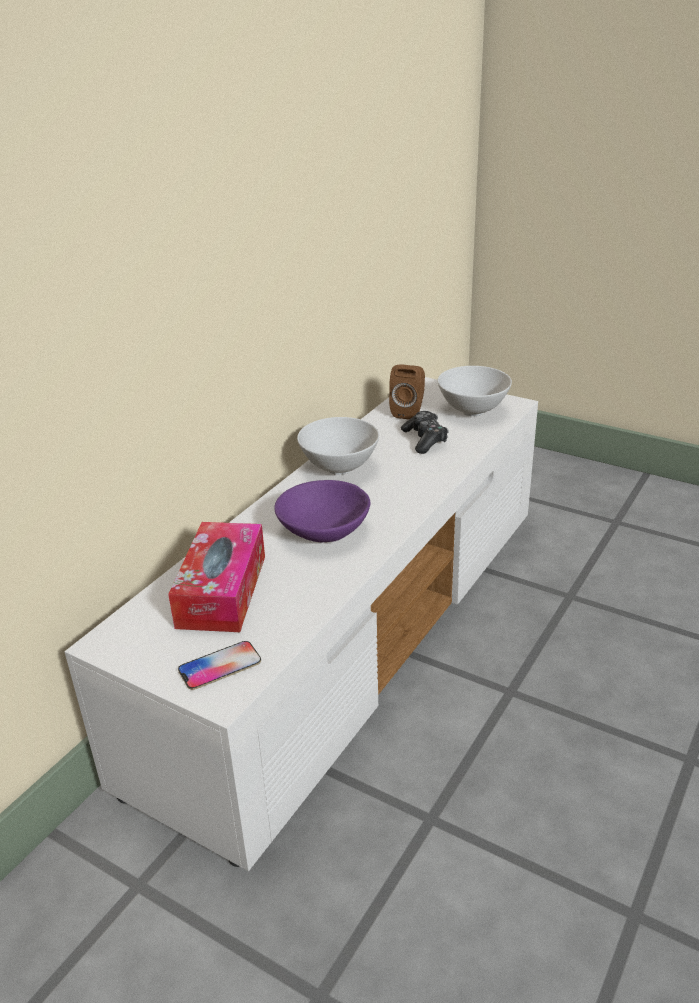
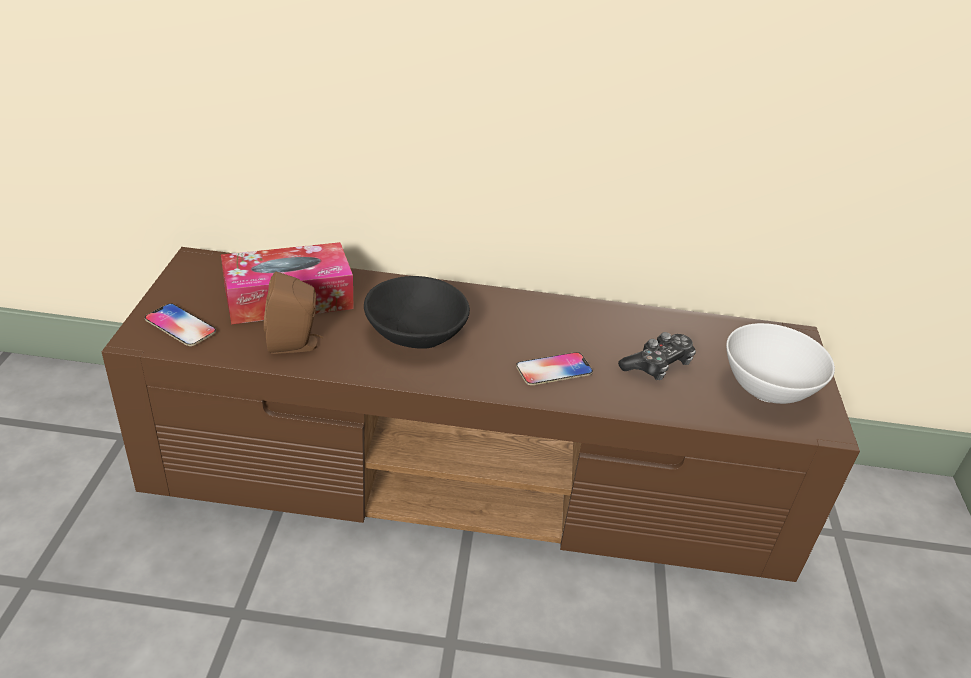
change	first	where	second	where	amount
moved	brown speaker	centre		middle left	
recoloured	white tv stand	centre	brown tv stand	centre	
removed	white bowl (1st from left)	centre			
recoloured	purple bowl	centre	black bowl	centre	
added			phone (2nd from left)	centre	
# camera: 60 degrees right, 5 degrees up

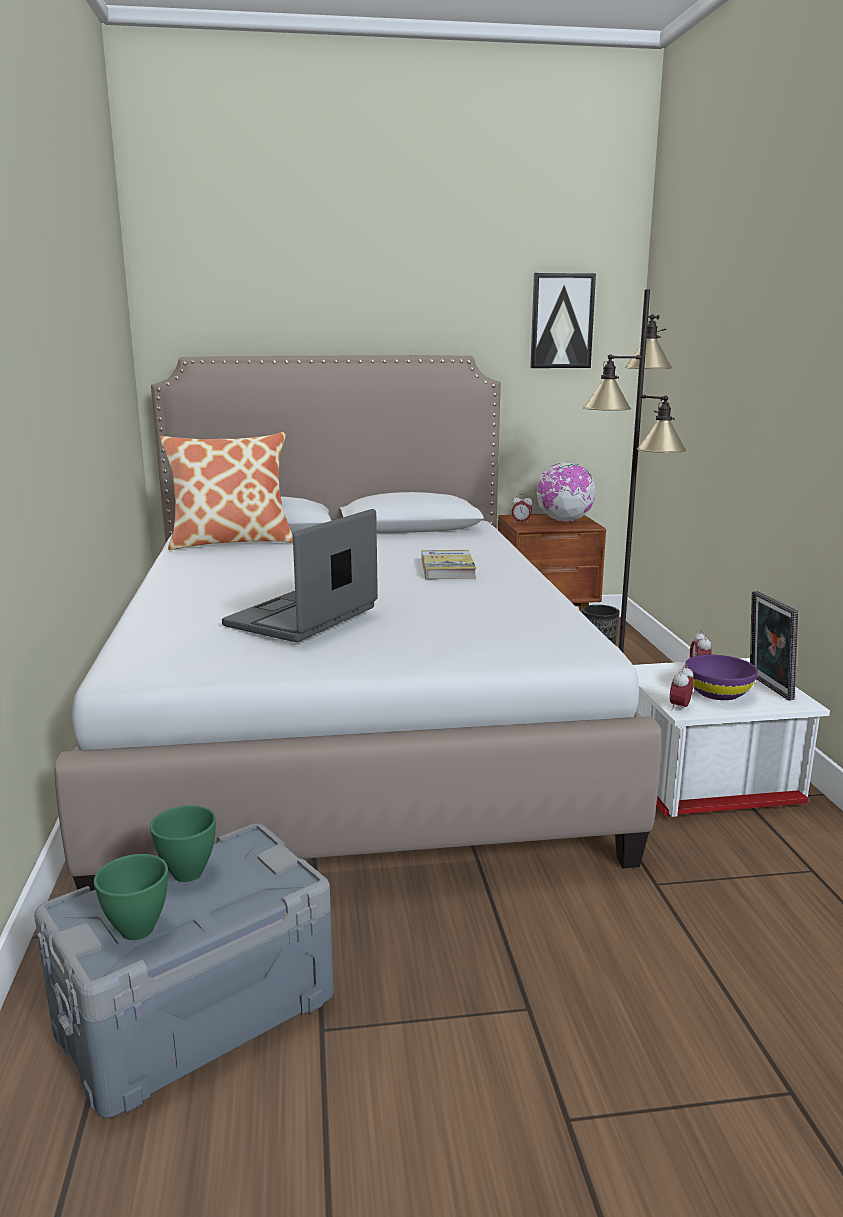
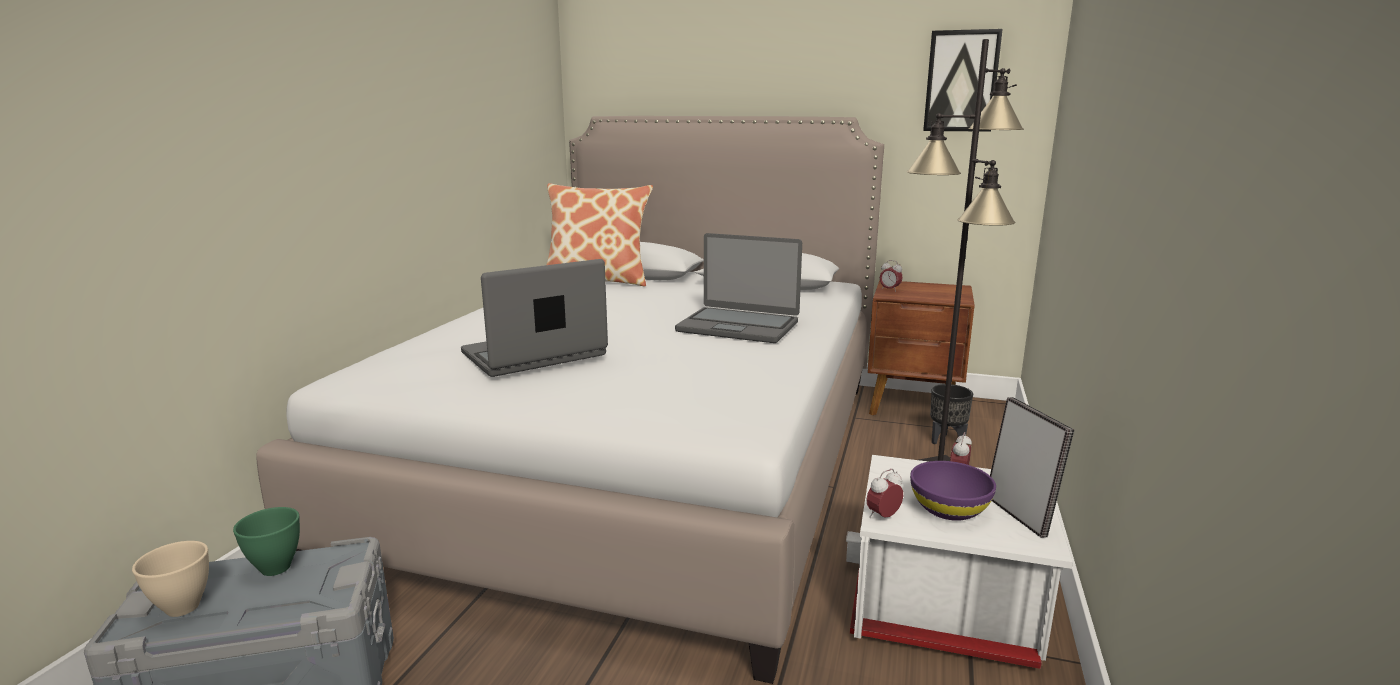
change	first	where	second	where	amount
removed	globe	middle right			
replaced	book	centre	laptop (2nd from left)	centre	
turned	picture frame	middle right		bottom right	150 degrees clockwise
recoloured	green bowl (1st from left)	bottom left	beige bowl	bottom left	
# camera: 25 degrees right, 0 degrees up

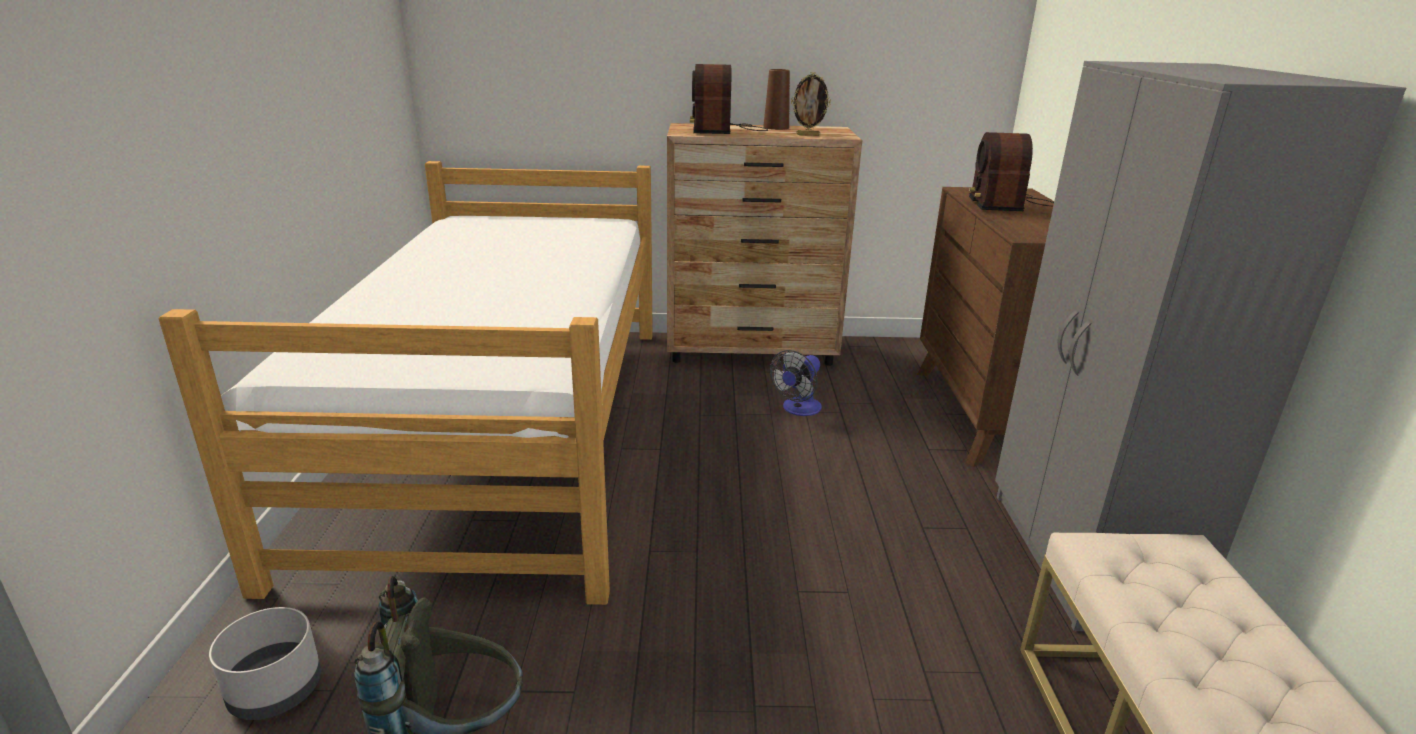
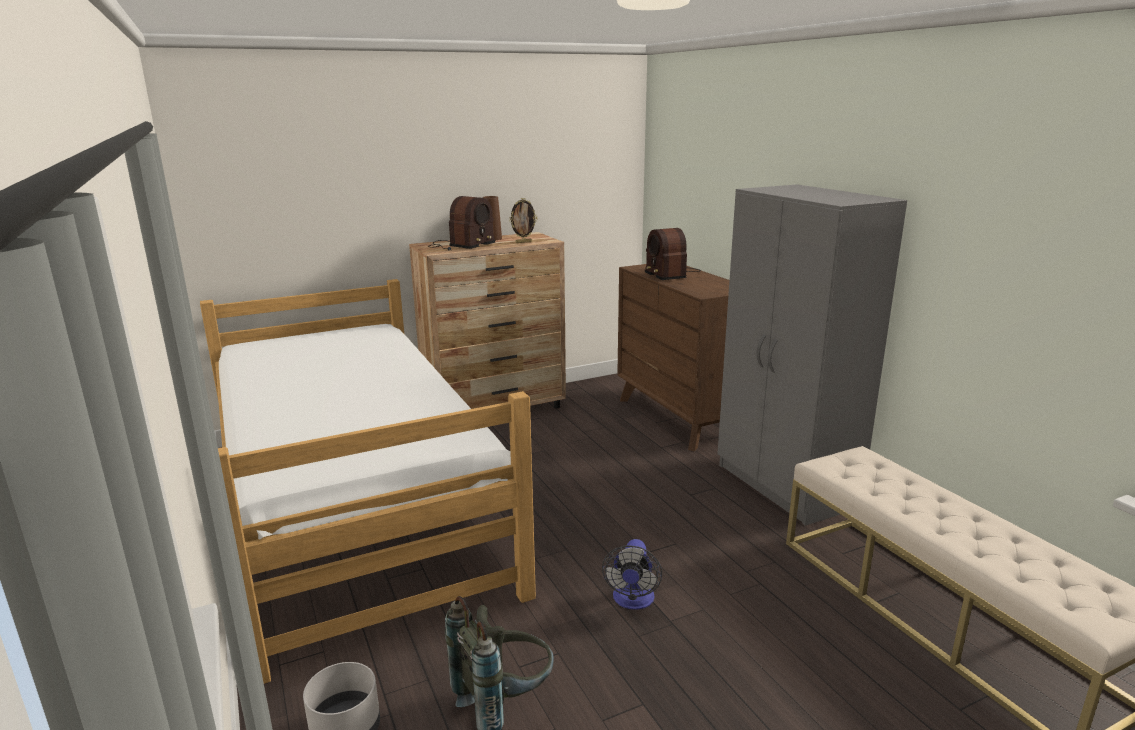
change	first	where	second	where	amount
turned	radio (1st from left)	top centre		top centre	120 degrees counterclockwise
moved	fan	centre		bottom centre	
# camera: 25 degrees left, 5 degrees down

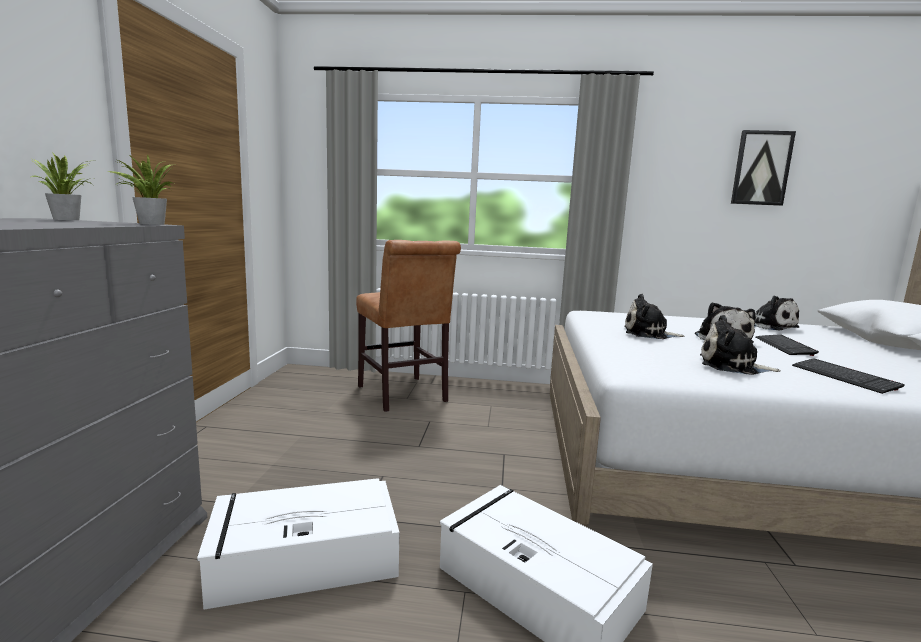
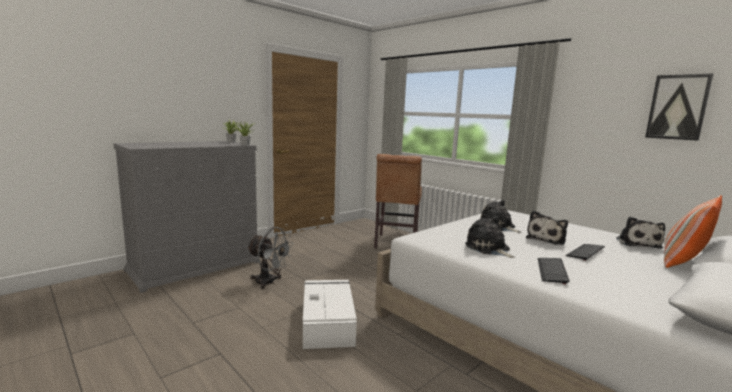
change	first	where	second	where	amount
replaced	white storage box (1st from left)	bottom left	grey fan	centre	
added			pillow	middle right	
# camera: 40 degrees right, 0 degrees up

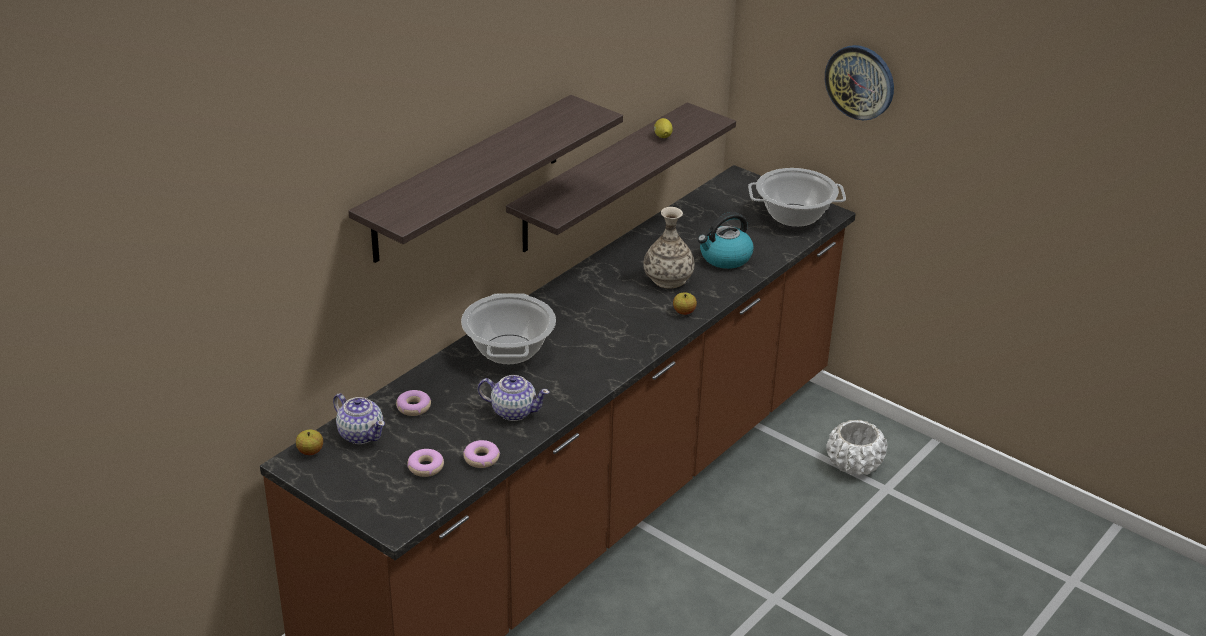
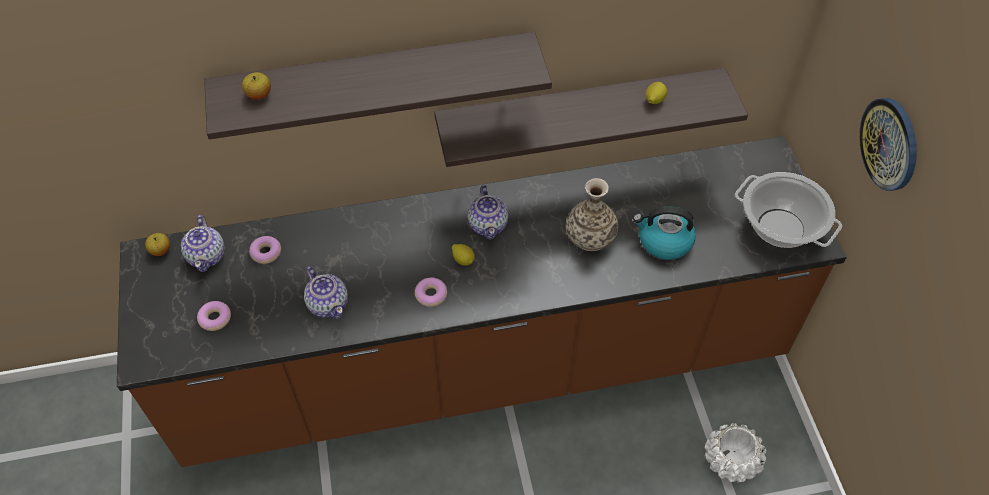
change	first	where	second	where	amount
moved	apple (2nd from left)	centre		top left	
removed	cooking pot (1st from left)	centre			
moved	donut (3rd from left)	bottom centre		centre	
added			teapot (3rd from left)	centre	
added			lemon (1st from left)	centre	
# camera: 40 degrees right, 20 degrees up

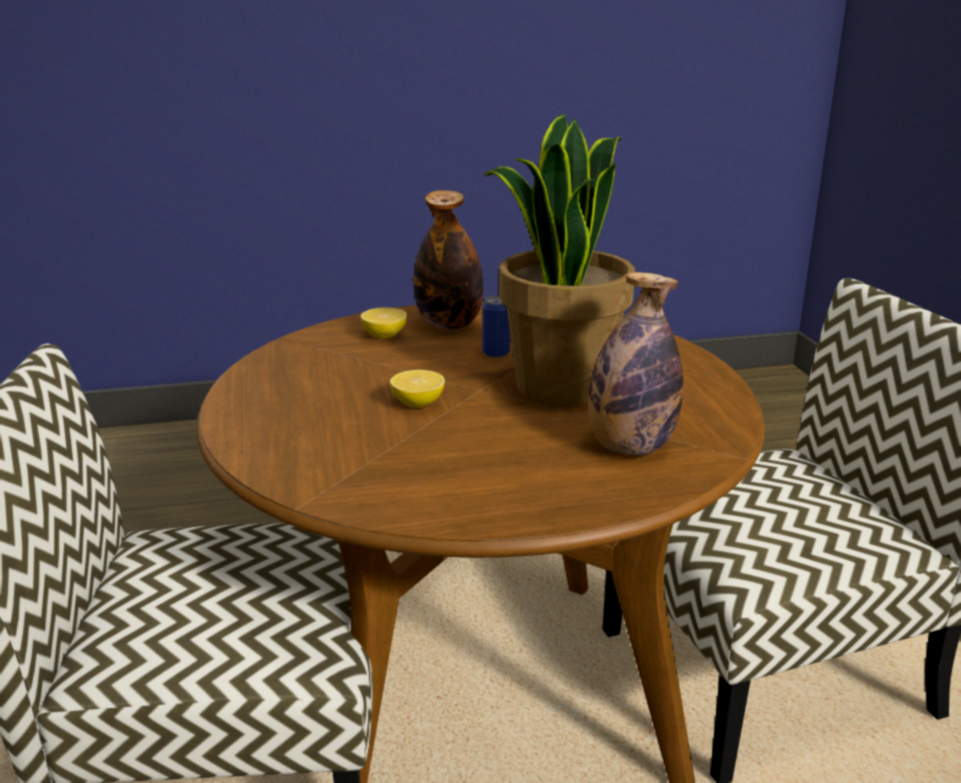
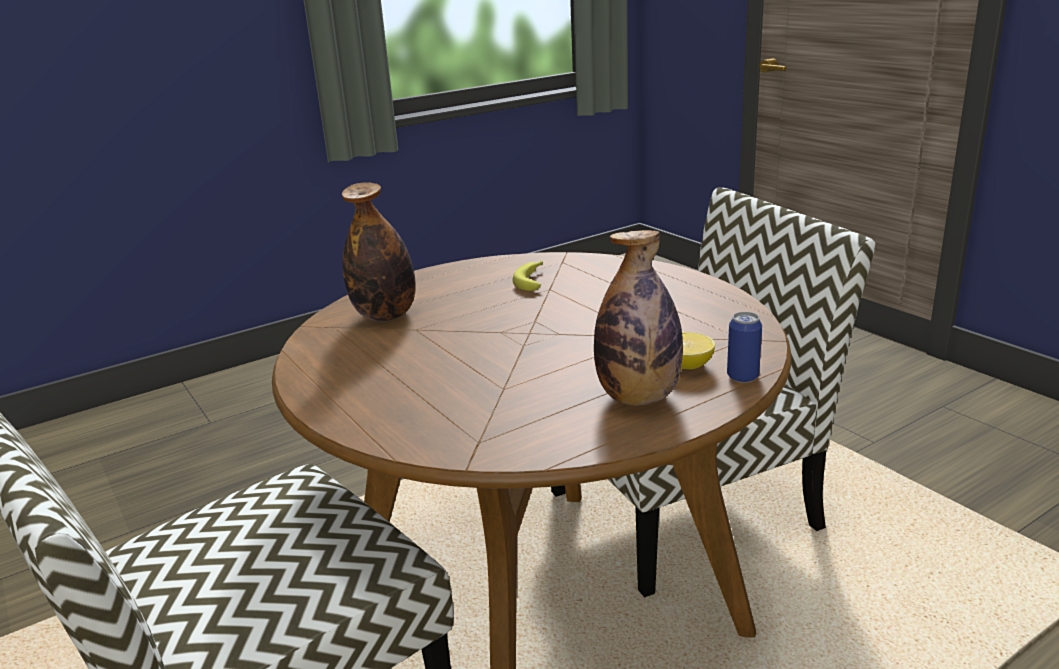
change	first	where	second	where	amount
removed	potted plant	top centre			
moved	can	centre		middle right	
removed	lemon (2nd from left)	centre			
added			banana	centre	
# camera: 160 degrees right, 0 degrees up

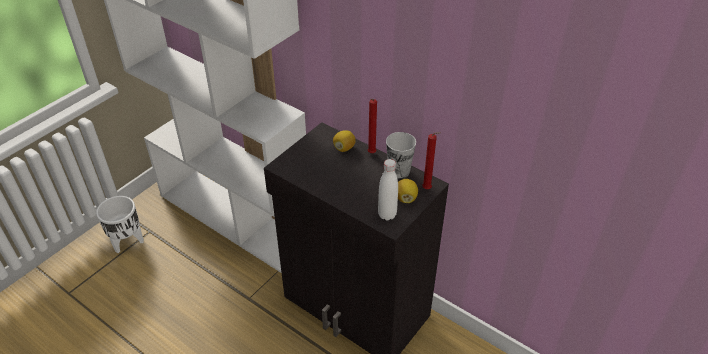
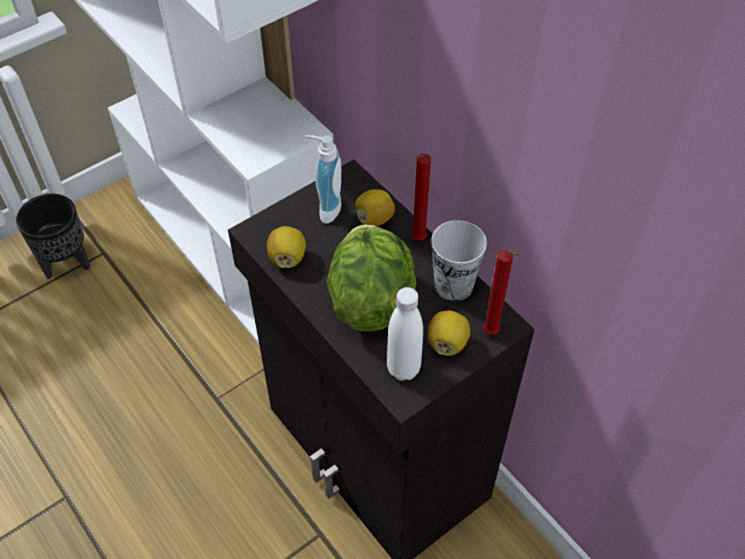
change	first	where	second	where	amount
recoloured	white planter	middle left	black planter	middle left	
added			soap dispenser	top centre	
added			lettuce	centre	
added			lemon (1st from left)	centre	
# camera: 15 degrees right, 10 degrees up

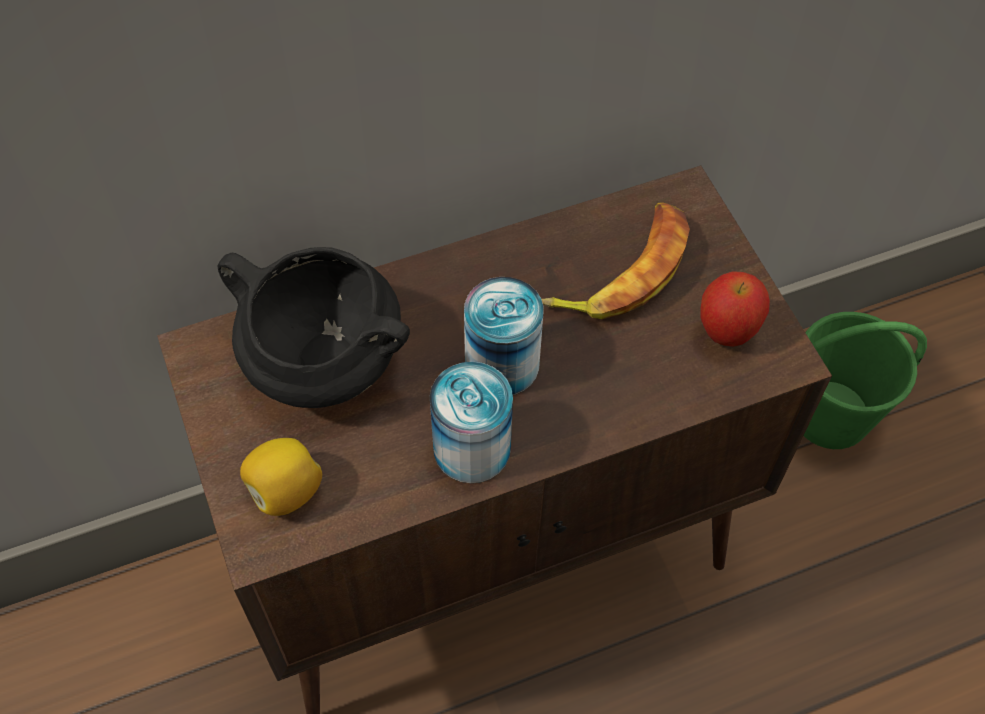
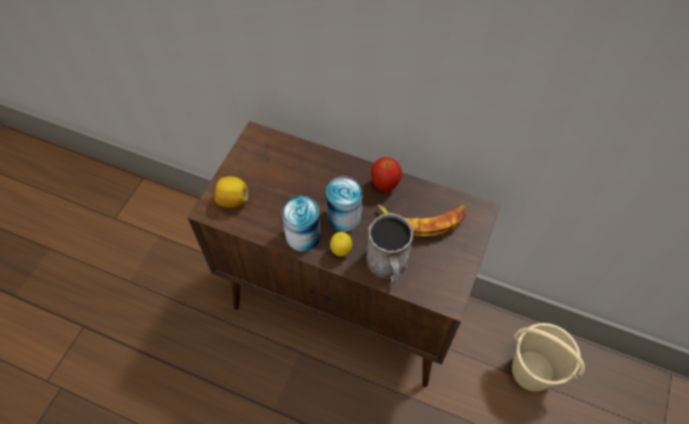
change	first	where	second	where	amount
removed	black cooking pot	middle left			
moved	apple	middle right		centre	
recoloured	green bucket	middle right	beige bucket	bottom right	
added			grey mug	centre	
added			lemon (2nd from left)	centre	
# camera: 45 degrees right, 0 degrees up

